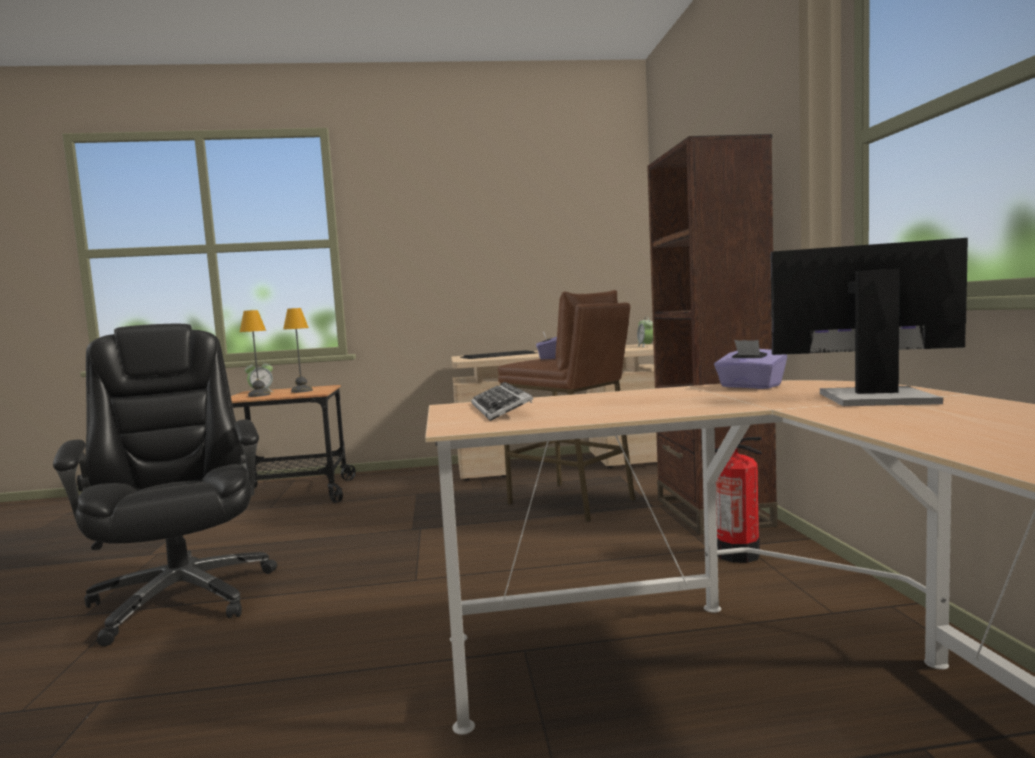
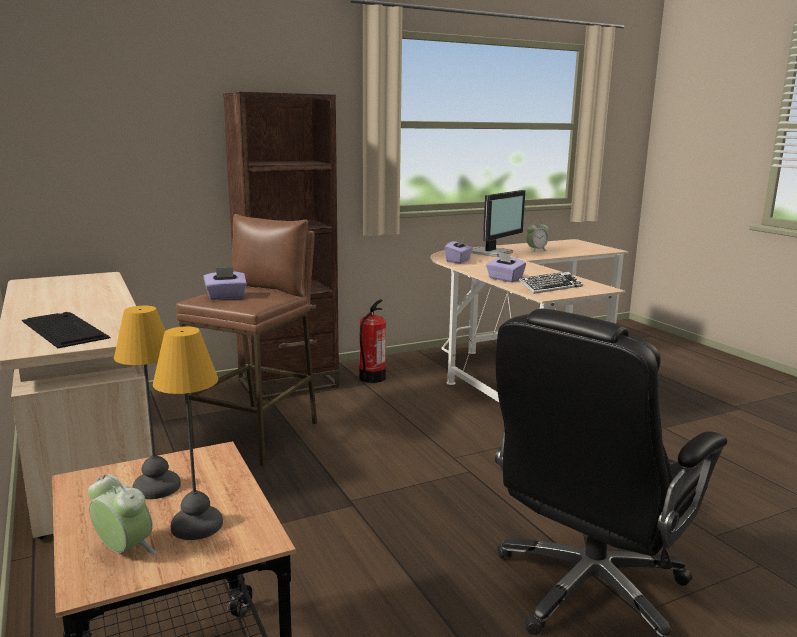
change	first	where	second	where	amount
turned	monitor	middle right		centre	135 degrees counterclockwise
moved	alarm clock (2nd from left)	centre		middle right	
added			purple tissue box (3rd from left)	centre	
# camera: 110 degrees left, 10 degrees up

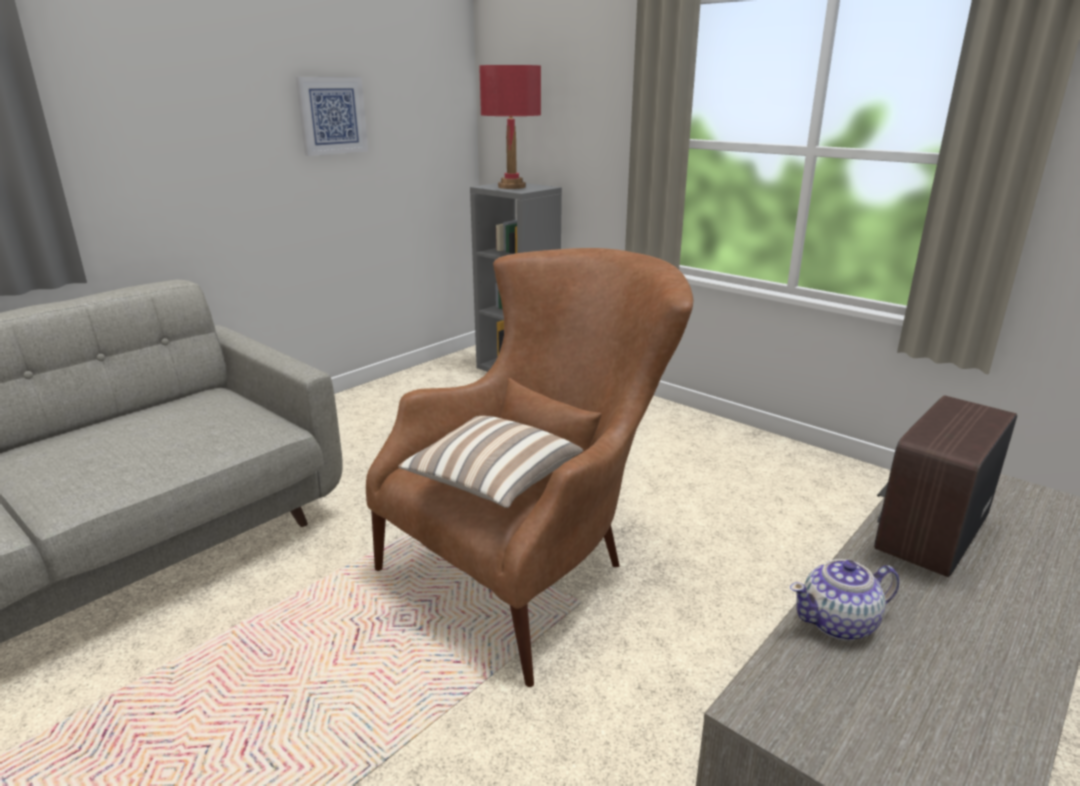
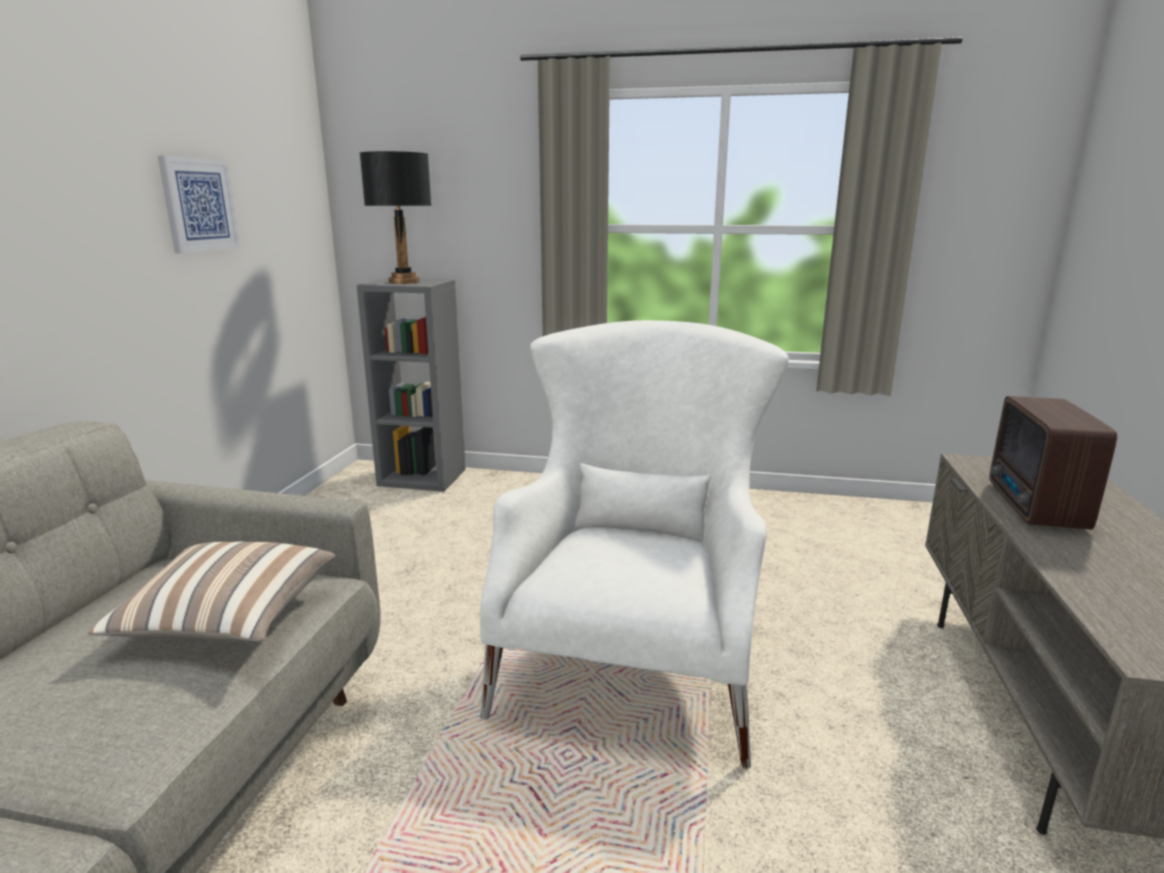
change	first	where	second	where	amount
recoloured	red table lamp	top centre	black table lamp	top centre	
recoloured	brown armchair	centre	white armchair	centre	
moved	pillow	centre		bottom left	
removed	teapot	bottom right			
# camera: 30 degrees left, 5 degrees down

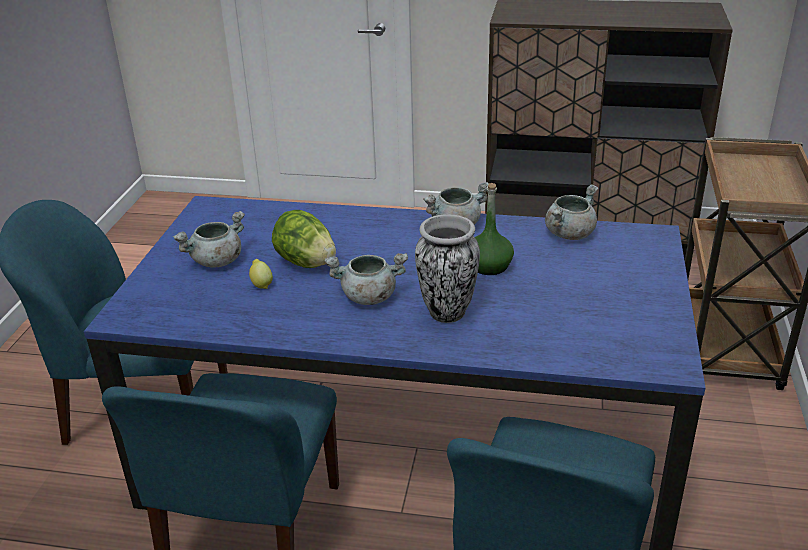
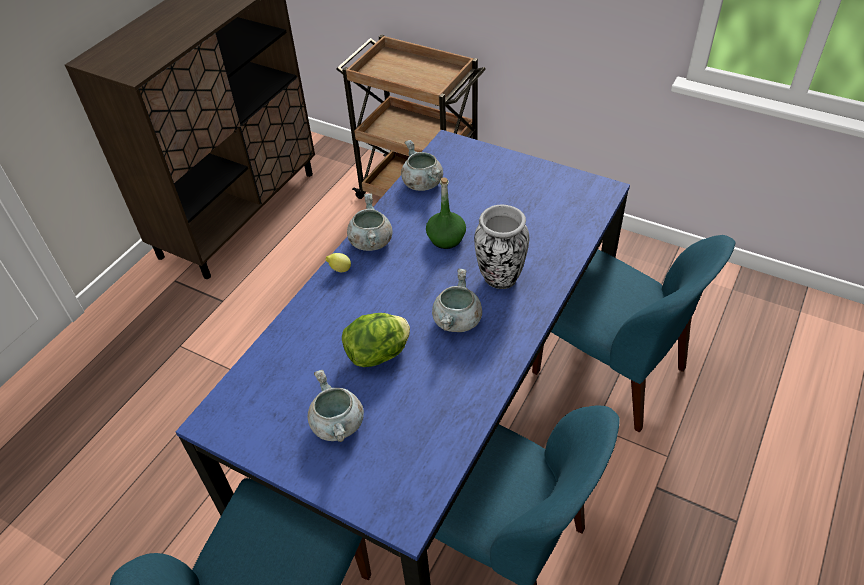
change	first	where	second	where	amount
moved	lemon	middle left		centre	
# camera: 70 degrees left, 15 degrees up

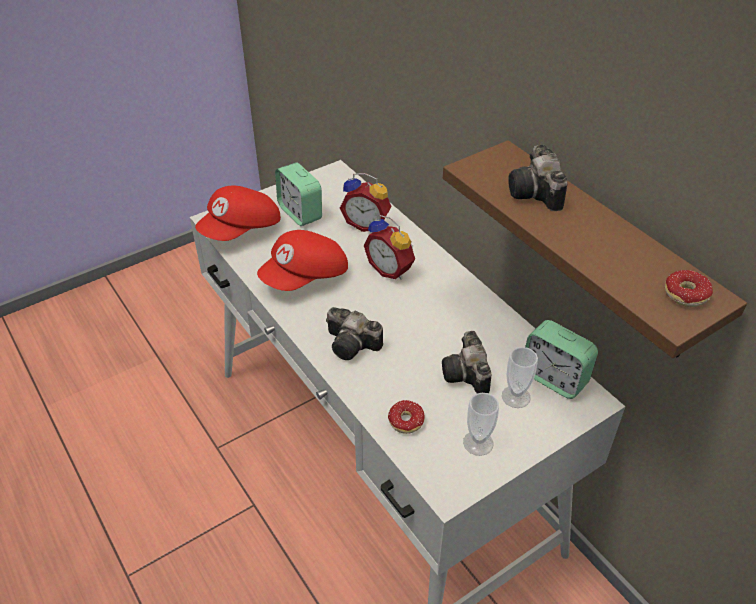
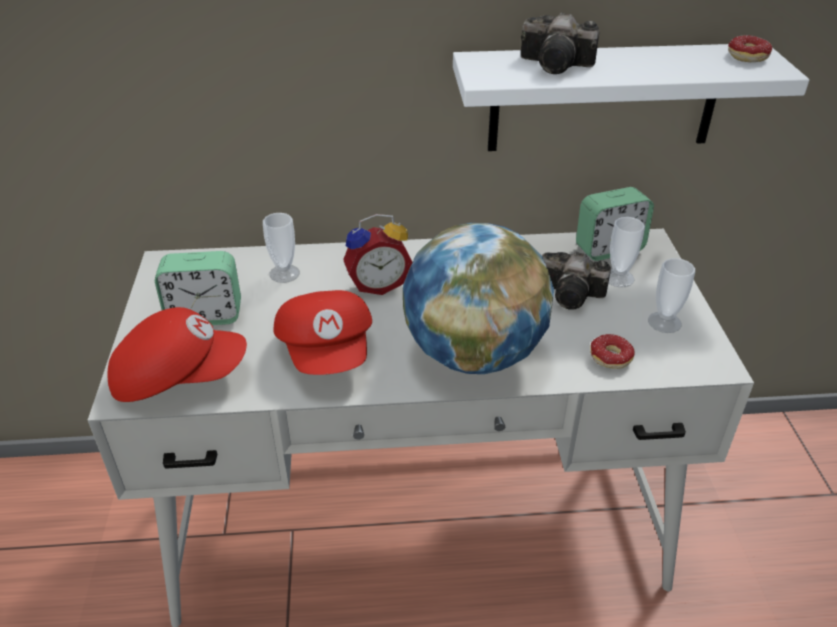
change	first	where	second	where	amount
recoloured	brown shelf	middle right	white shelf	top right	
replaced	alarm clock (2nd from left)	centre	cup (1st from left)	centre	
turned	red cap (1st from left)	middle left		middle left	75 degrees counterclockwise
replaced	photo camera (1st from left)	centre	globe	centre	
# camera: 60 degrees left, 5 degrees down

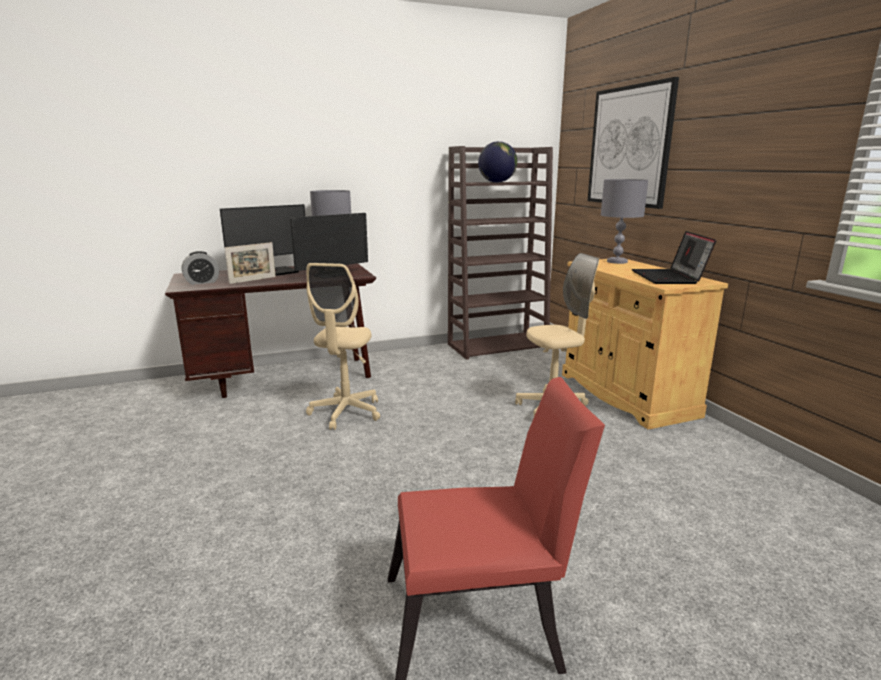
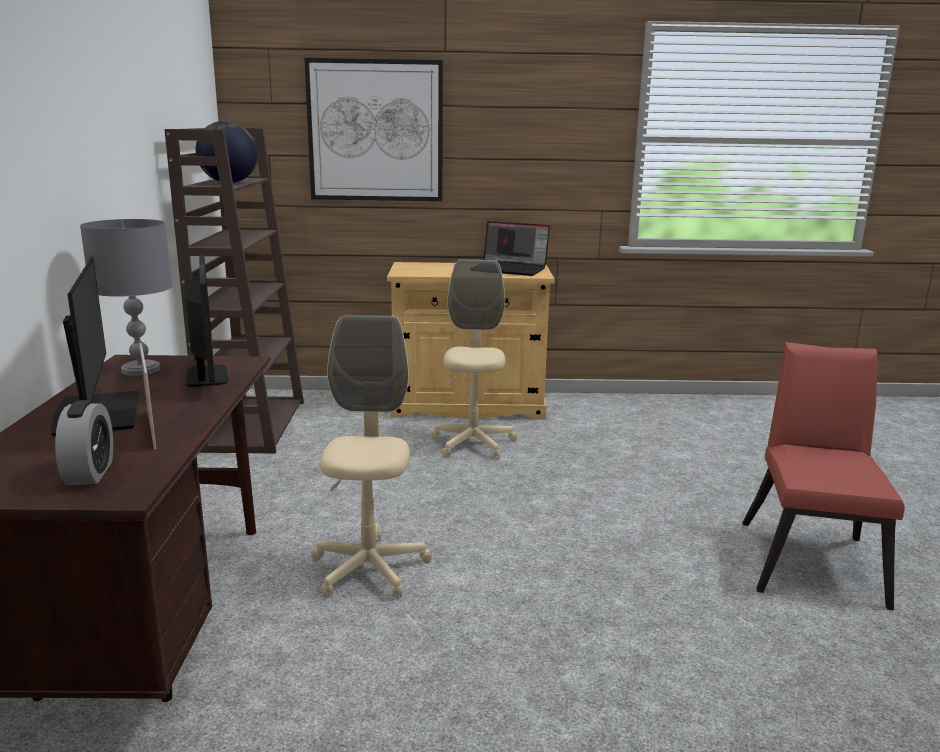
change	first	where	second	where	amount
removed	grey table lamp (2nd from left)	top right			
turned	beige office chair (1st from left)	centre		centre	120 degrees counterclockwise
# camera: 70 degrees left, 0 degrees up

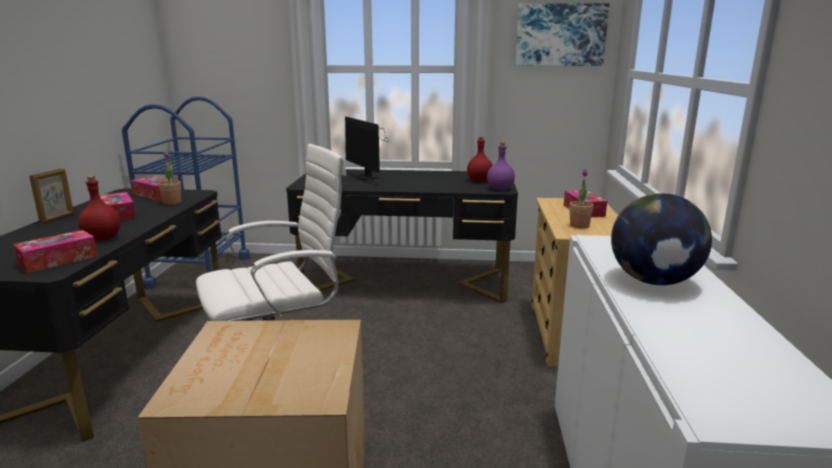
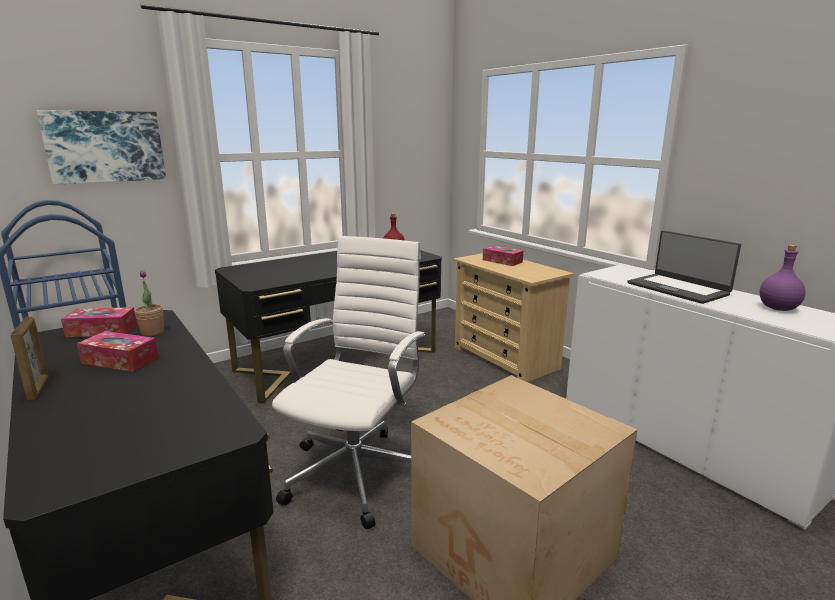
change	first	where	second	where	amount
moved	picture	top right		top left	
removed	monitor	top centre			
moved	purple bottle	centre		middle right	
removed	potted plant (2nd from left)	middle right			
removed	red bottle (1st from left)	middle left			
replaced	globe	middle right	laptop	middle right	
removed	tissue box (1st from left)	middle left			
# camera: 40 degrees left, 0 degrees up

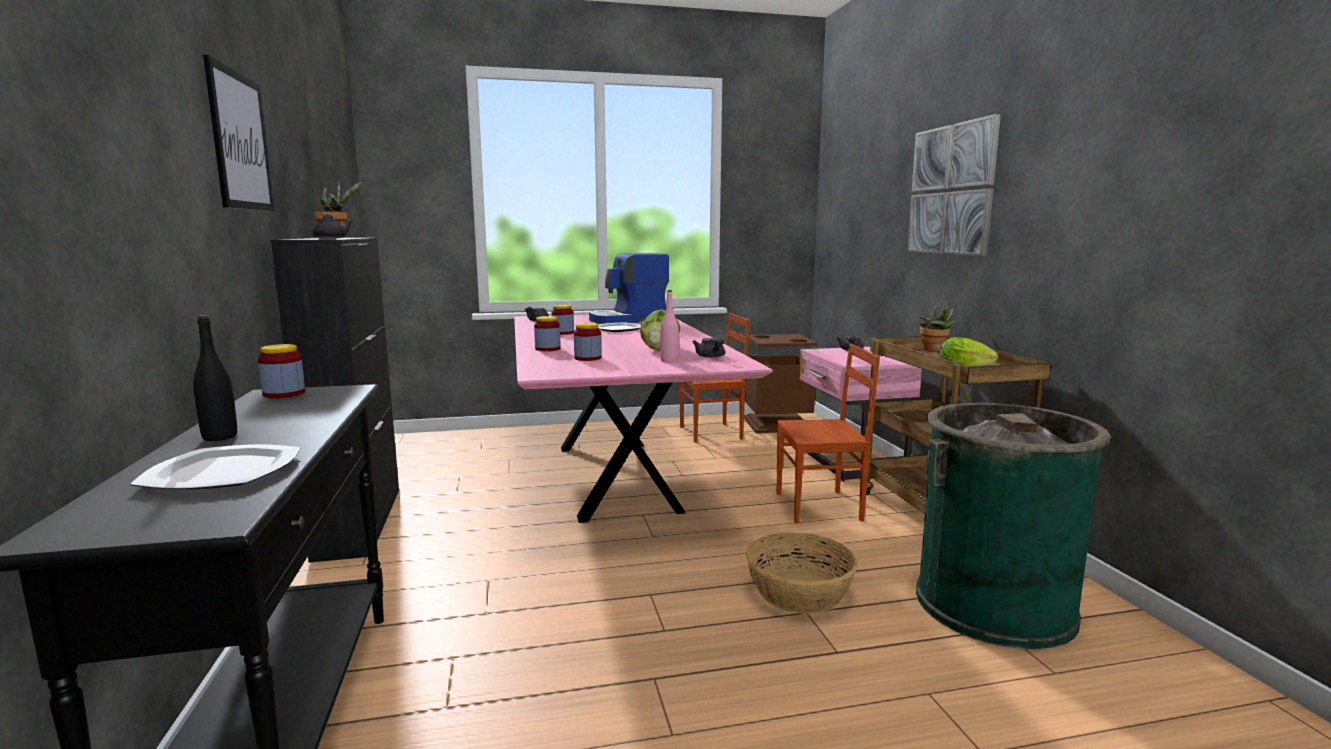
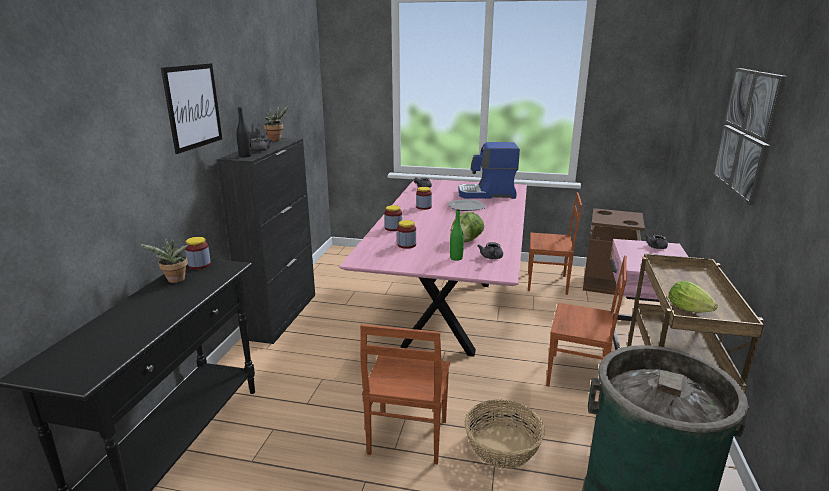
change	first	where	second	where	amount
recoloured	pink bottle	centre	green bottle	centre	
moved	potted plant (2nd from left in the first image)	middle right	potted plant (1st from left)	middle left	
moved	black bottle	middle left		top left	
removed	plate (1st from left)	middle left			
added			brown chair (1st from left)	bottom centre	
# camera: 25 degrees right, 10 degrees up

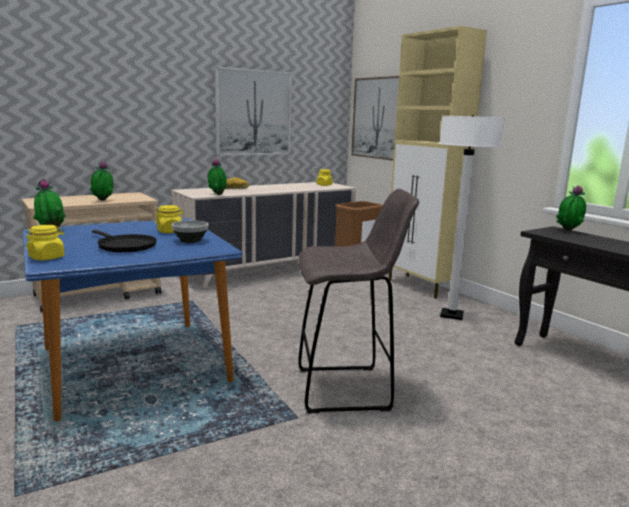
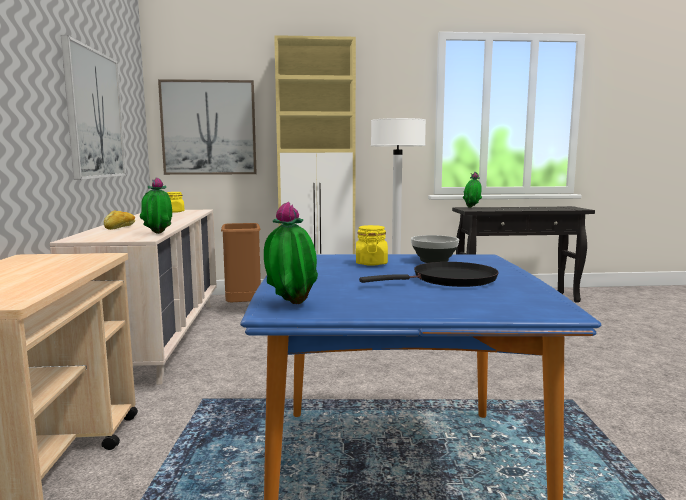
change	first	where	second	where	amount
removed	potted plant (2nd from left)	middle left			
removed	grey stool	centre			
removed	yellow jar (1st from left)	middle left			
# camera: 60 degrees left, 5 degrees down

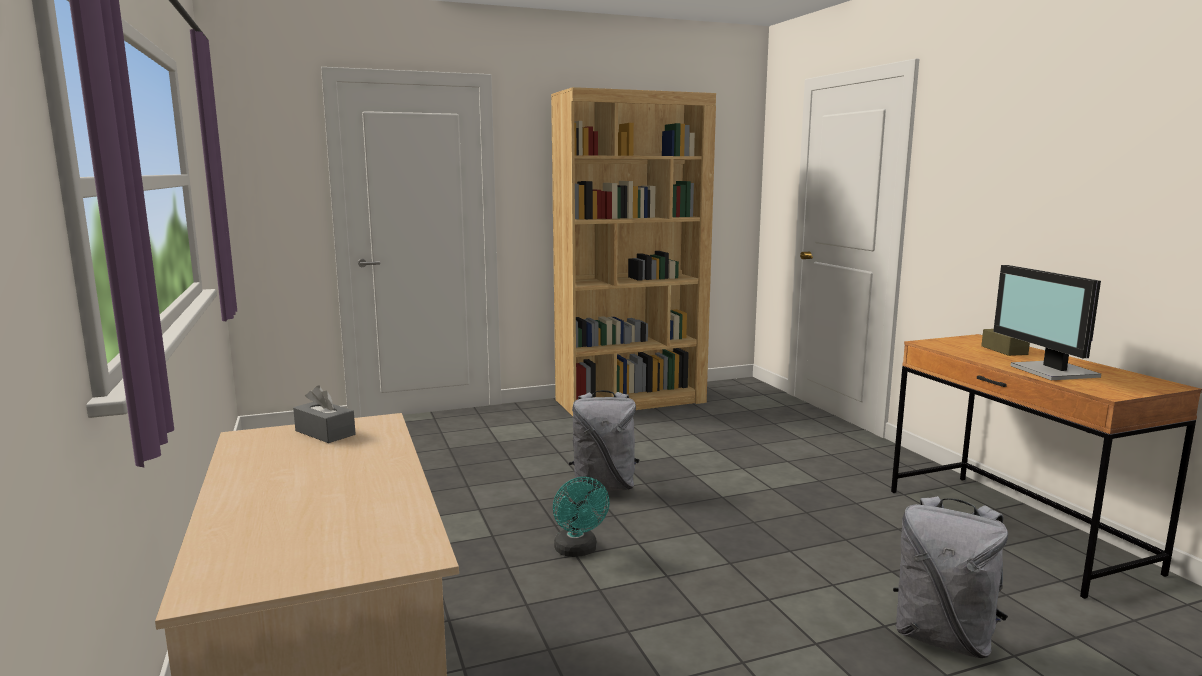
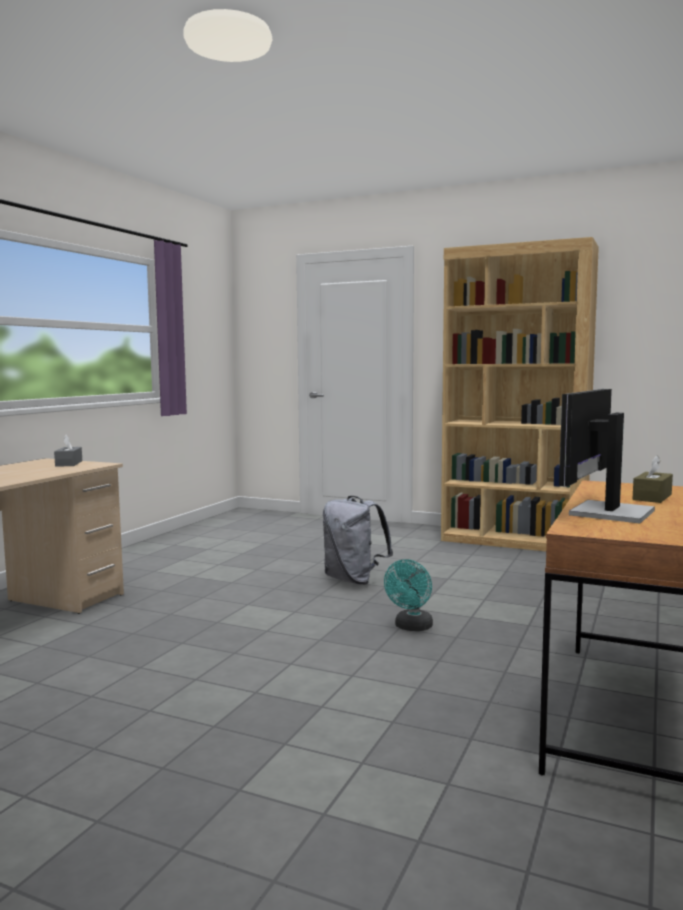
change	first	where	second	where	amount
moved	turquoise fan	bottom centre		centre	
removed	grey backpack (2nd from left)	bottom right			
# camera: 45 degrees right, 5 degrees down

